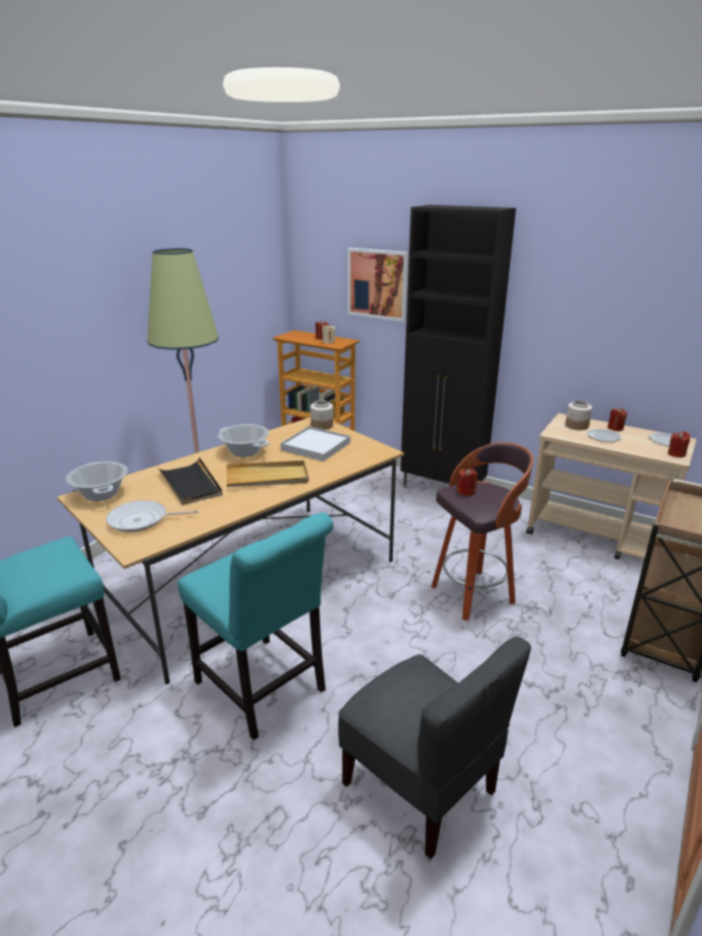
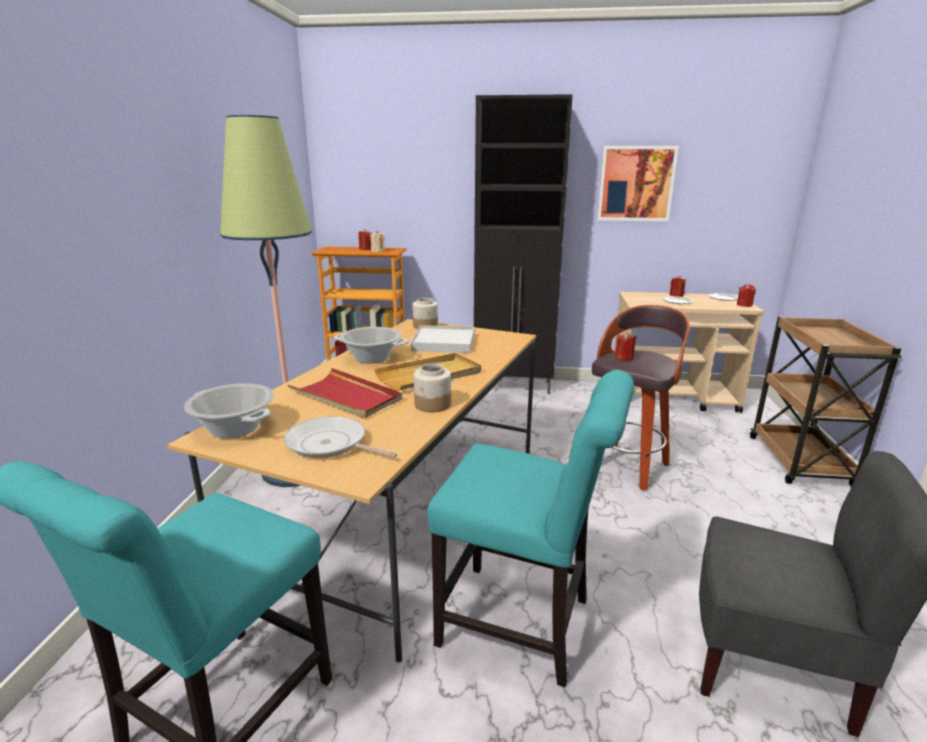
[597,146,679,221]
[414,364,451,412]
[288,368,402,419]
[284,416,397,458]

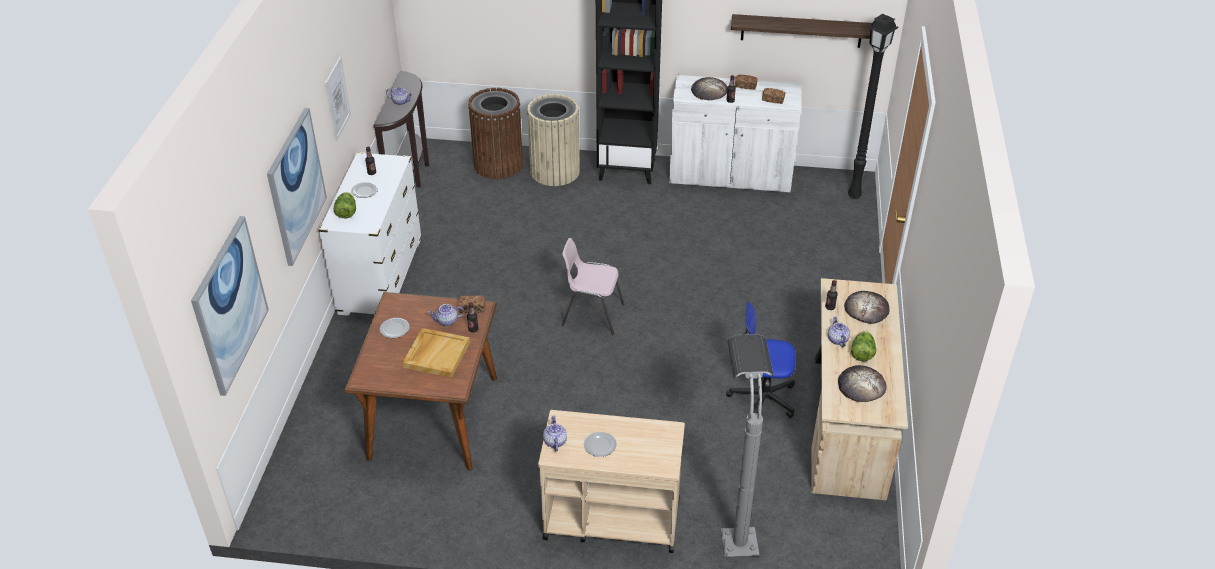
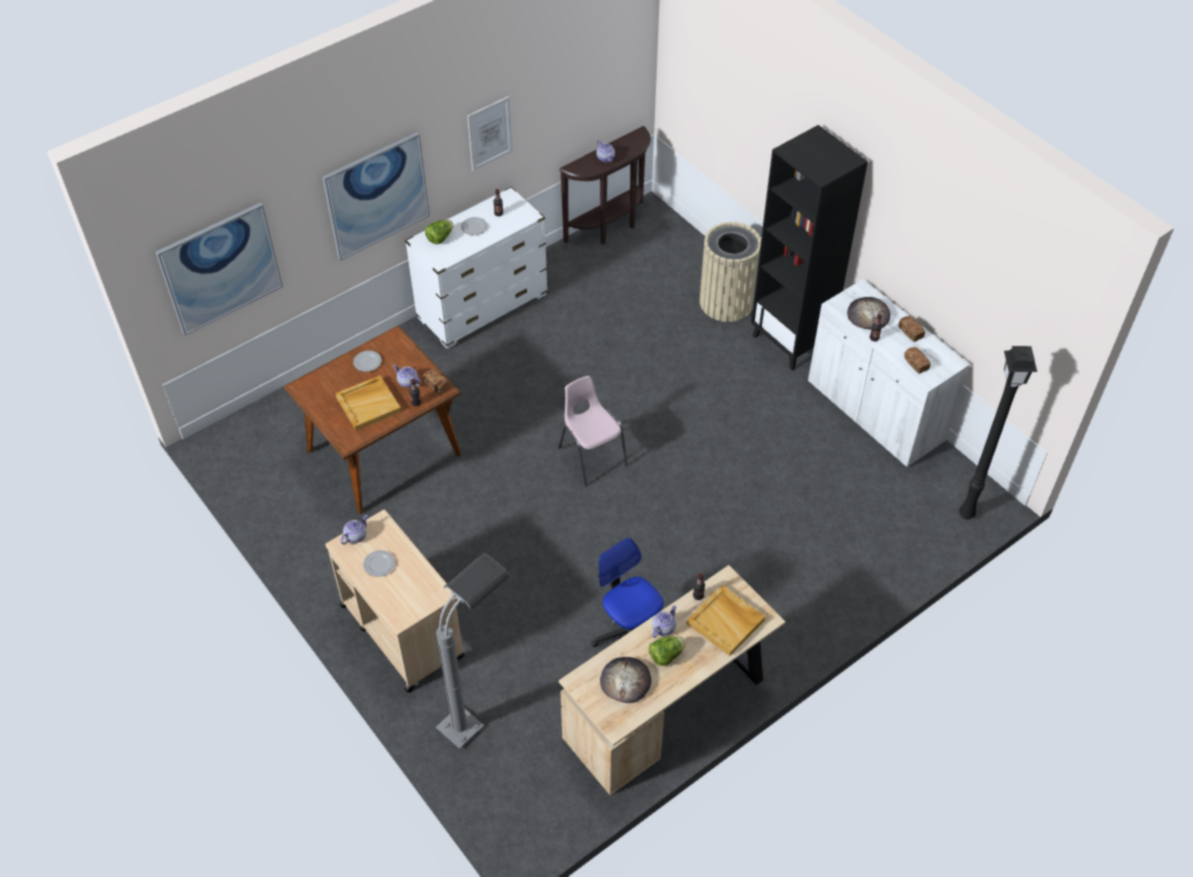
[731,14,872,48] (first image)
[468,88,523,179] (first image)
[687,585,765,656]

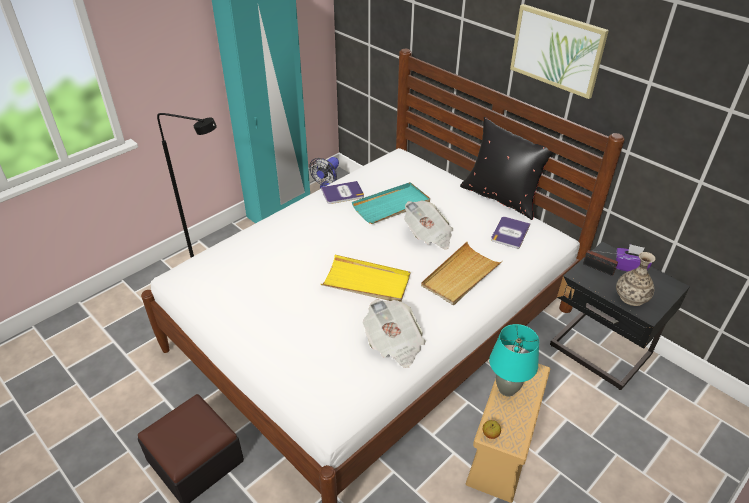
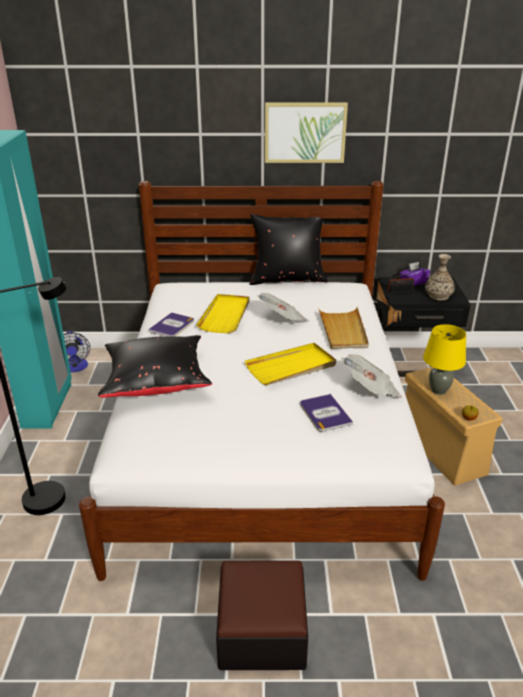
[196,294,249,333]
[300,394,353,432]
[423,324,466,395]
[98,335,212,397]

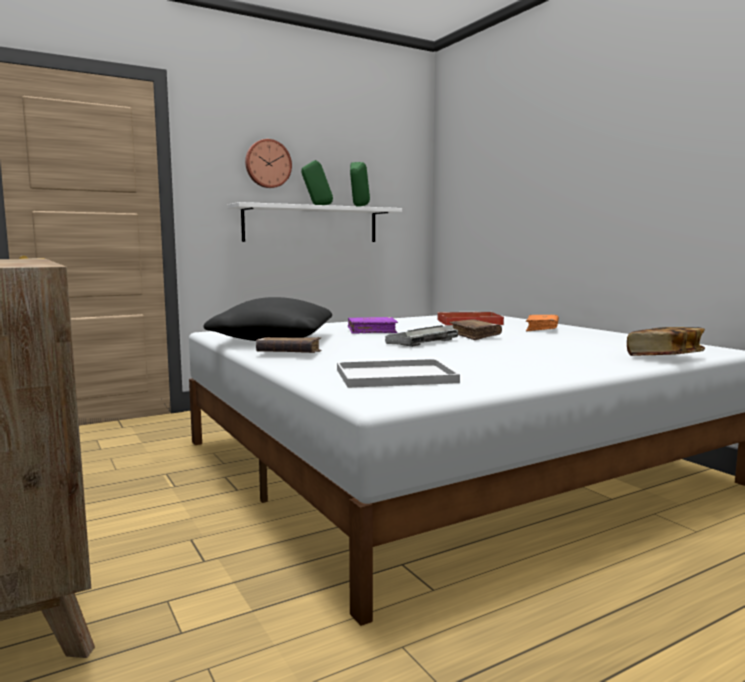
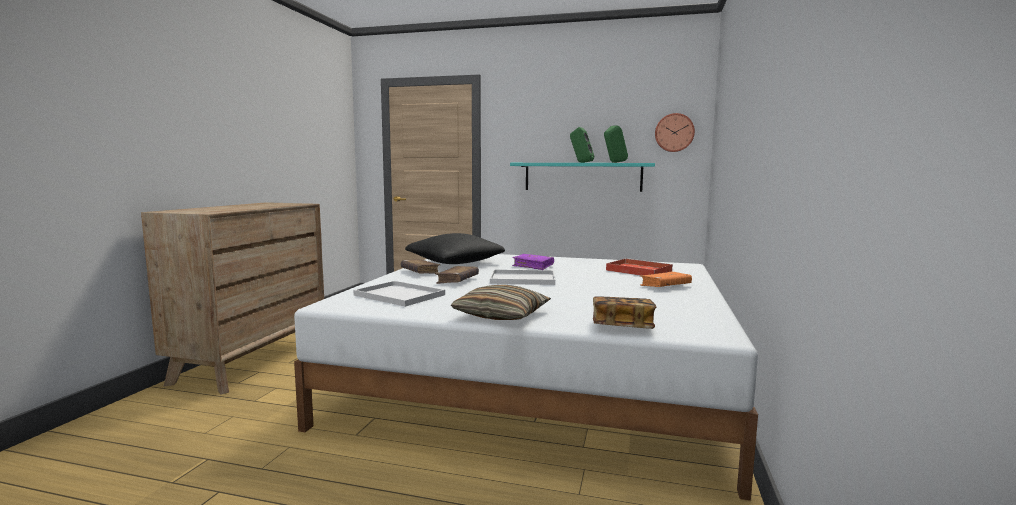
[655,113,695,152]
[510,163,655,192]
[435,266,479,284]
[490,269,555,285]
[451,284,551,320]

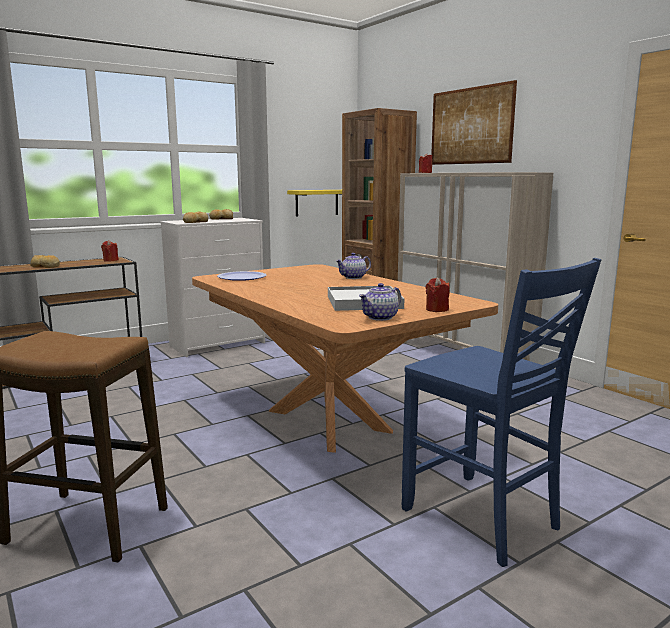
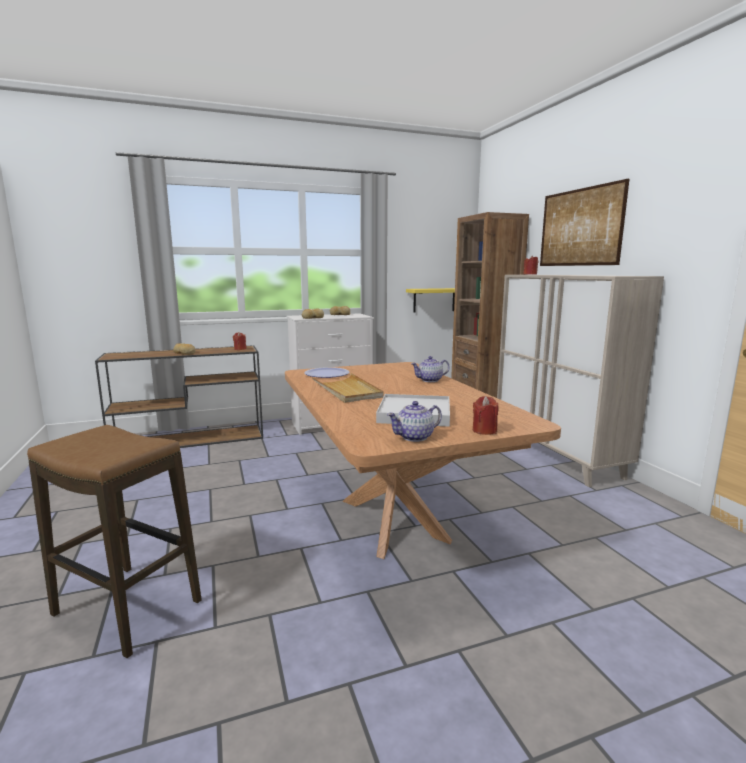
[402,258,601,567] (first image)
[312,373,384,403]

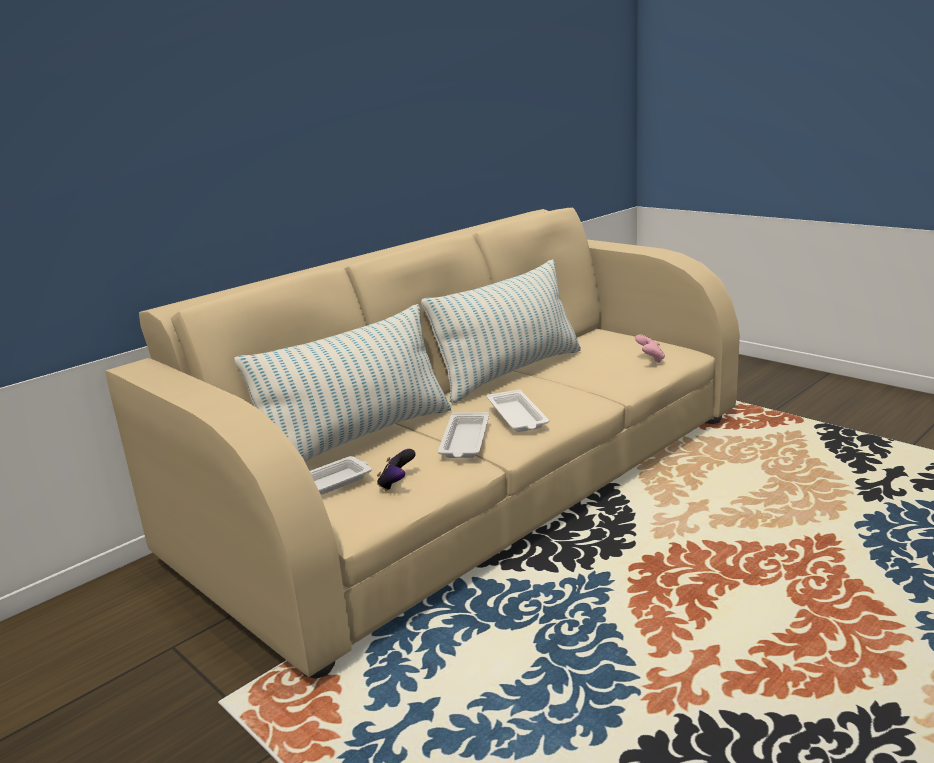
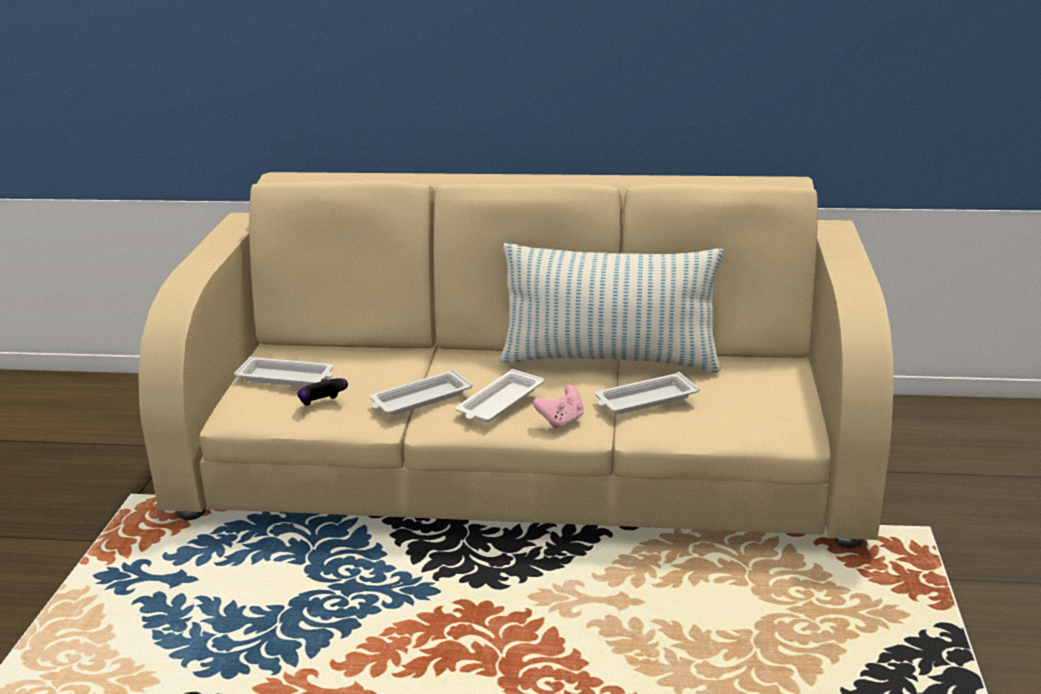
[234,304,451,462] (first image)
[533,384,584,429]
[595,372,699,414]

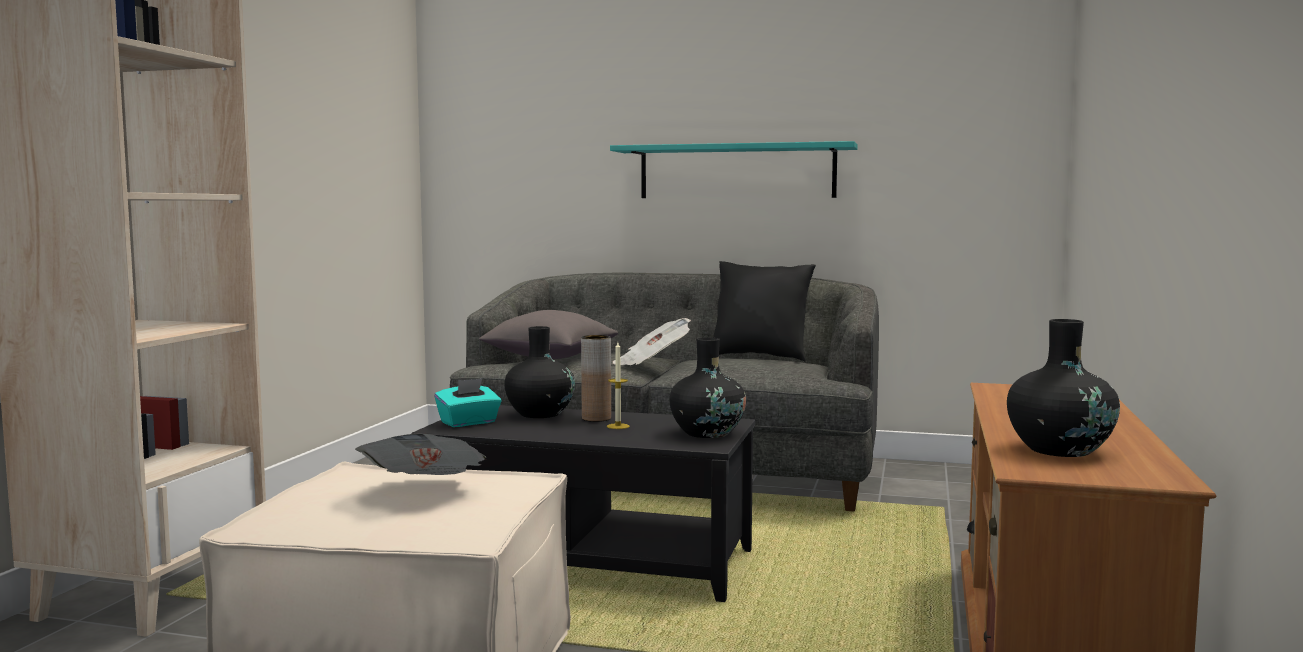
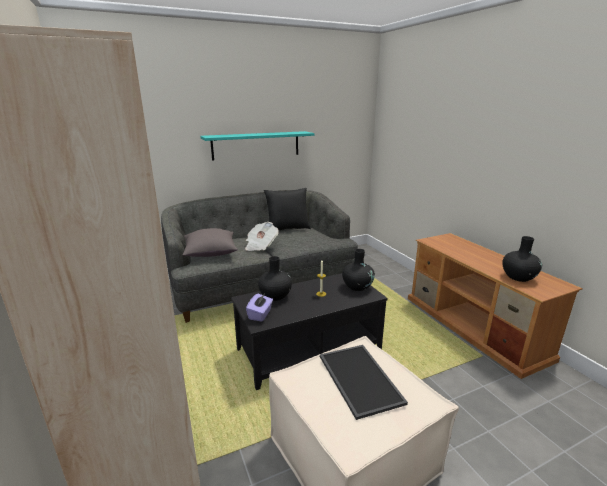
[581,335,611,422] (first image)
[246,293,273,322]
[320,345,408,420]

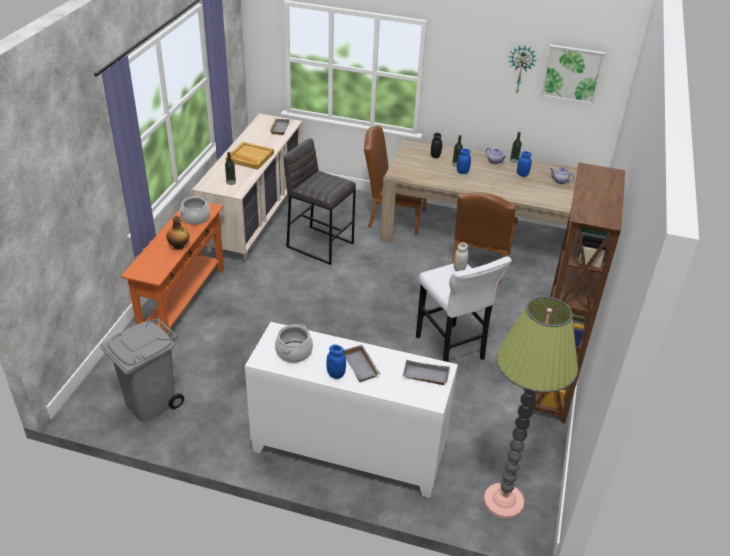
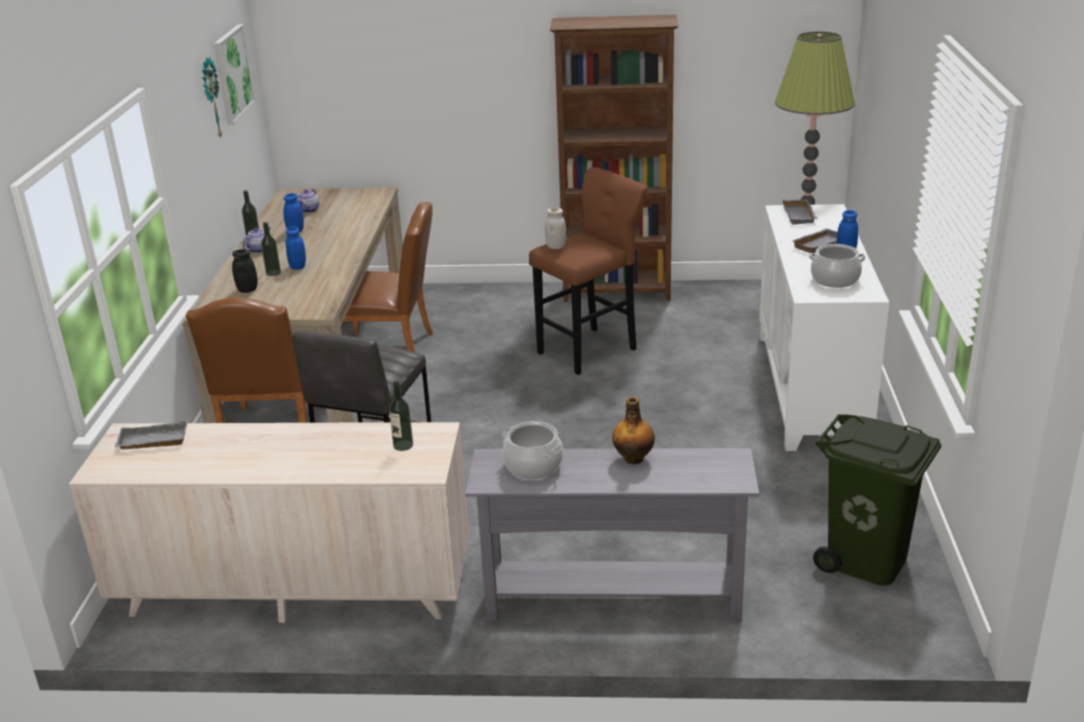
[226,142,274,170] (first image)
[465,448,759,623]
[529,167,648,375]
[813,414,941,586]

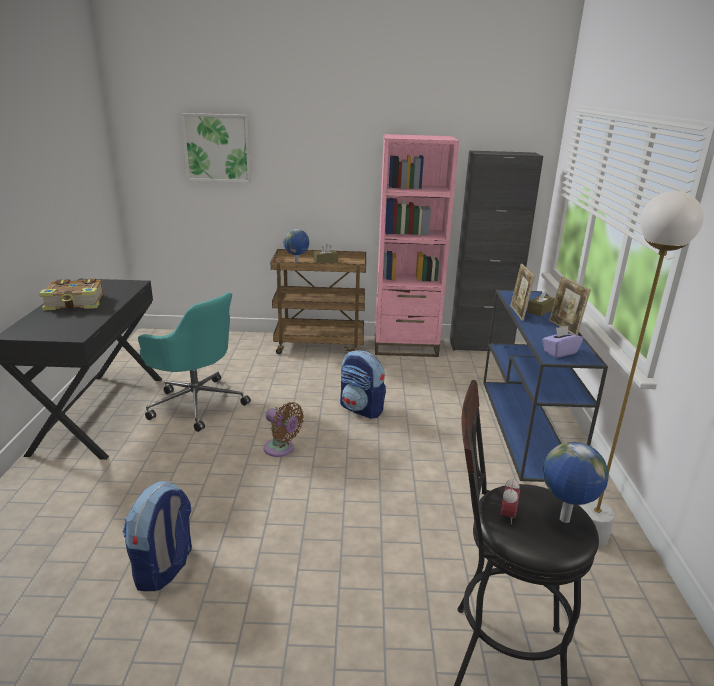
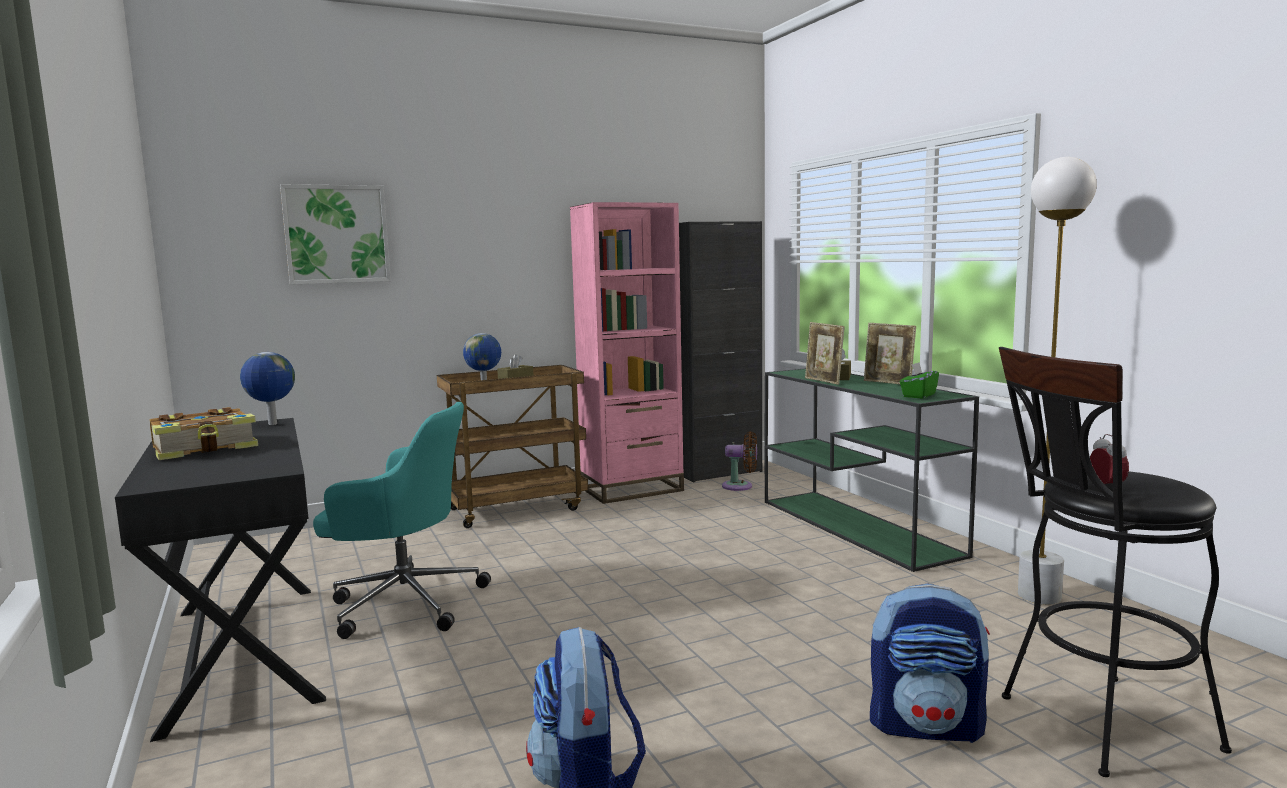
[764,368,979,572]
[900,362,939,399]
[870,584,990,743]
[722,431,757,491]
[240,352,295,425]

